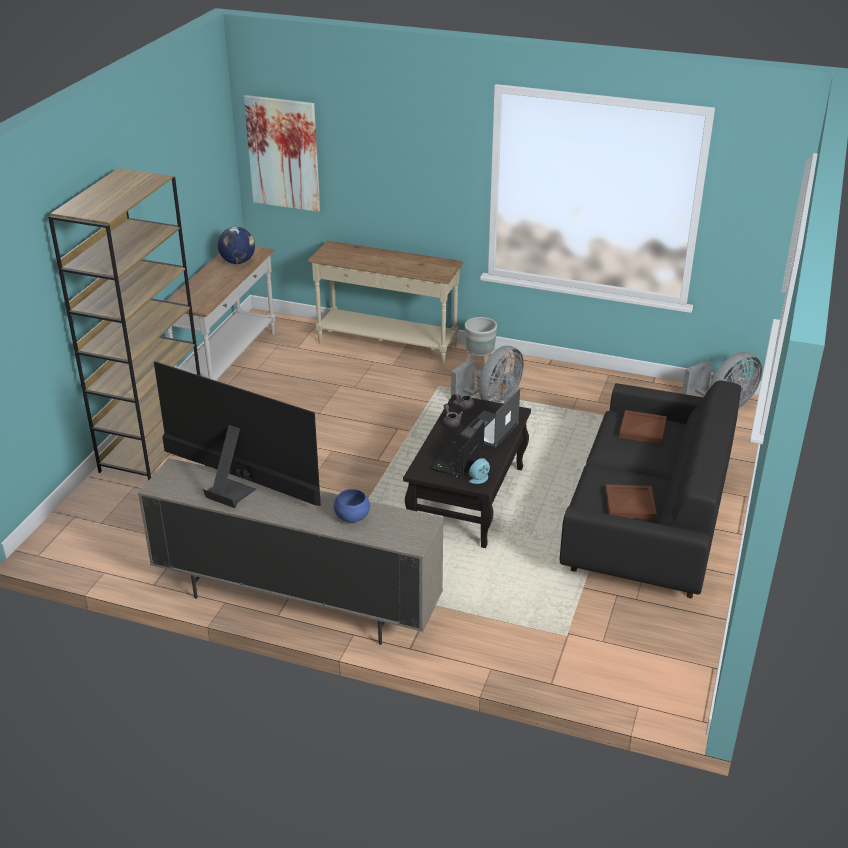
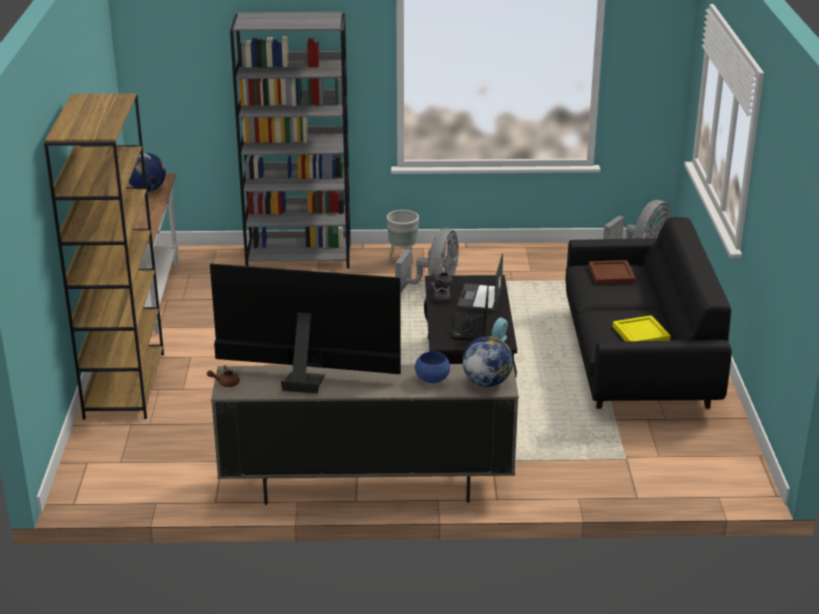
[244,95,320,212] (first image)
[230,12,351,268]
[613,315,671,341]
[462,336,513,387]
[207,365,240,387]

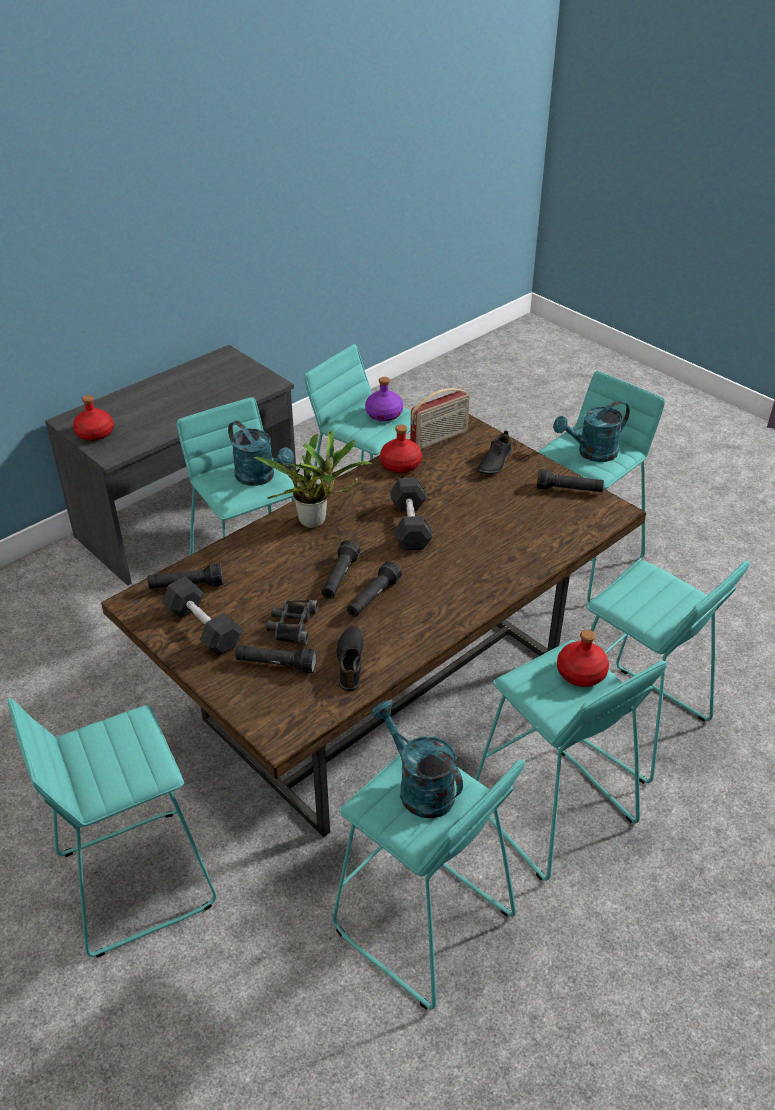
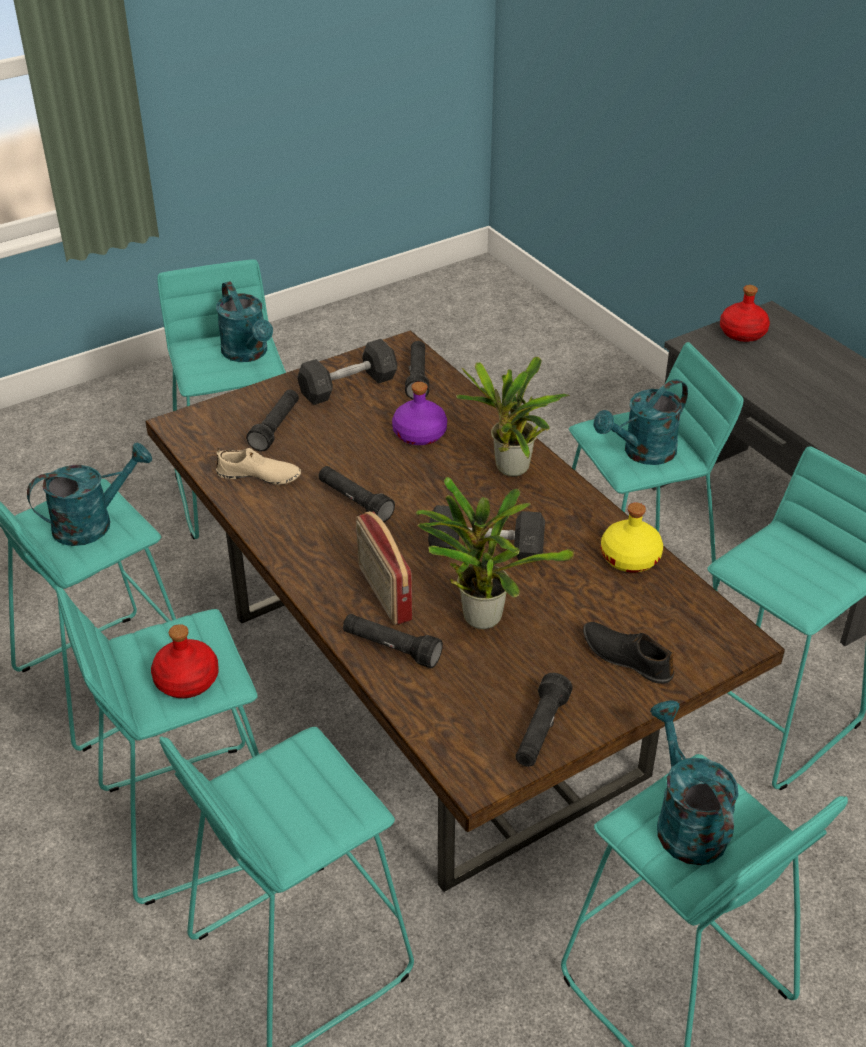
[392,382,447,445]
[356,511,412,625]
[601,503,663,572]
[343,614,443,669]
[266,600,318,646] (first image)
[216,448,301,485]
[216,281,273,362]
[416,477,575,629]

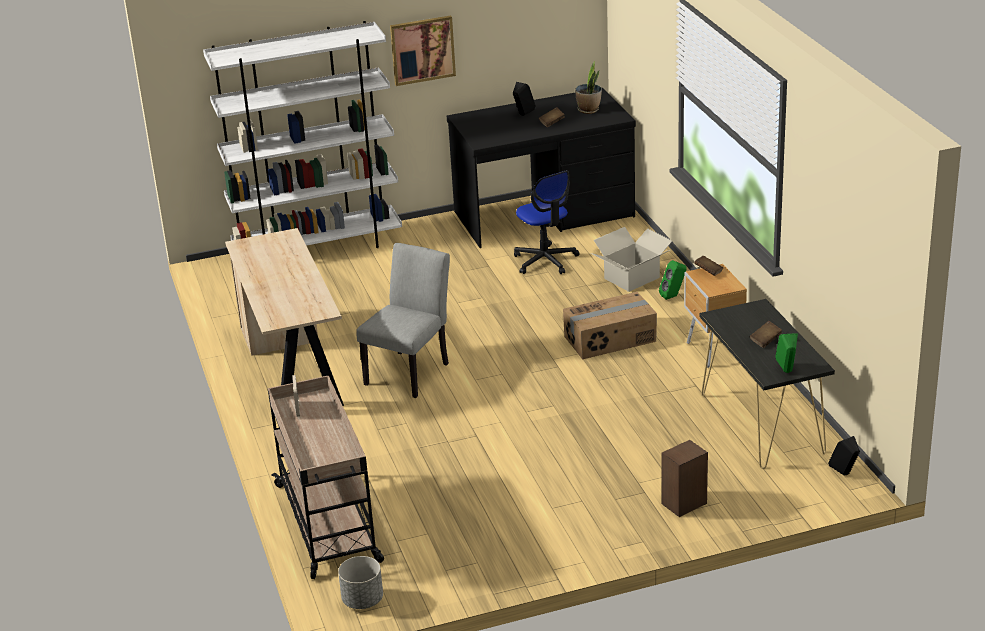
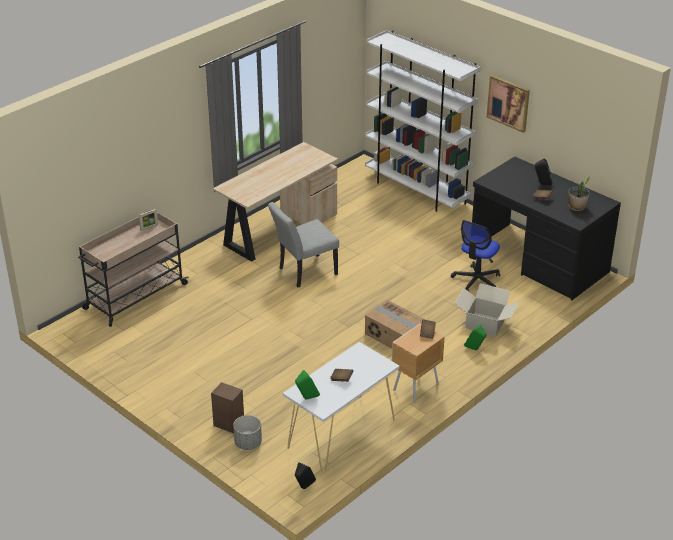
[268,202,339,287]
[283,342,400,472]
[233,415,262,450]

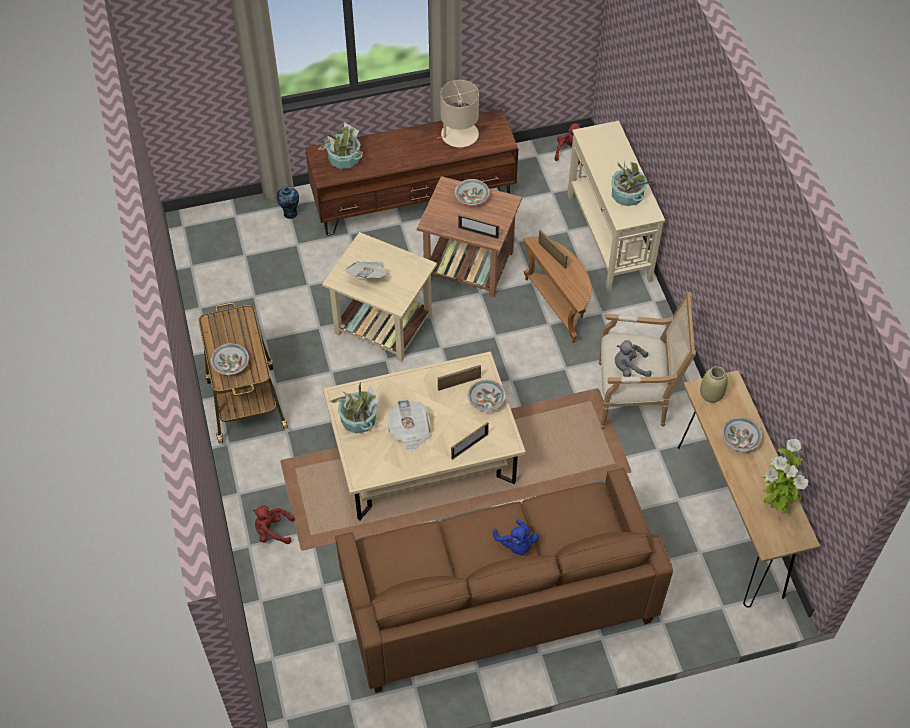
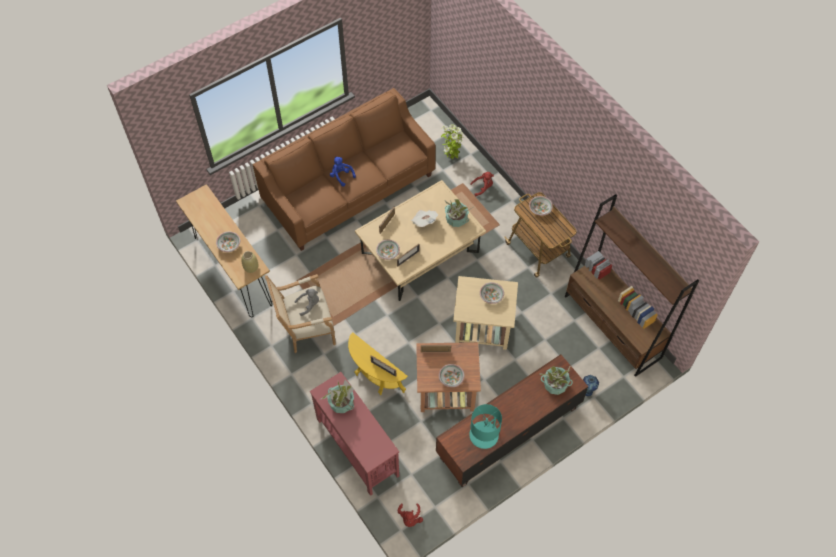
[469,404,502,449]
[310,372,399,496]
[348,332,408,395]
[480,282,504,304]
[441,124,463,159]
[565,194,699,377]

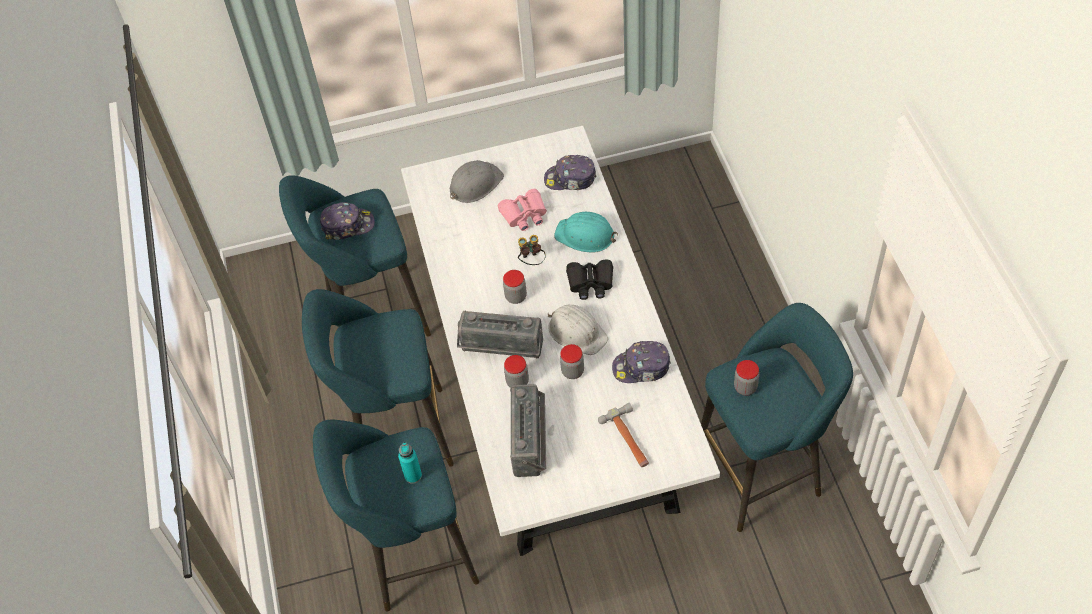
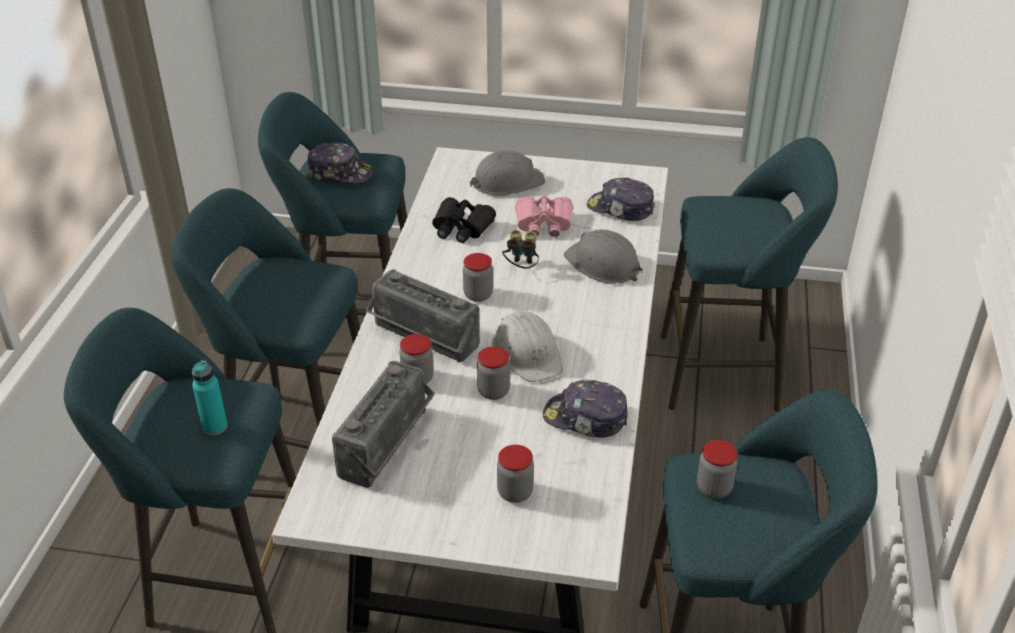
[564,229,643,284]
[432,197,496,243]
[497,445,534,503]
[661,137,838,412]

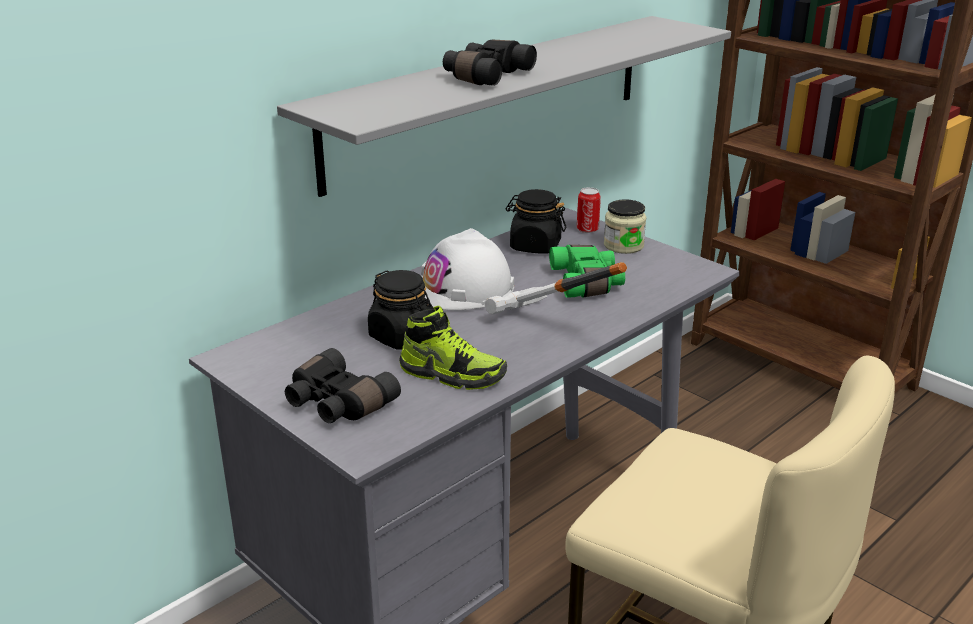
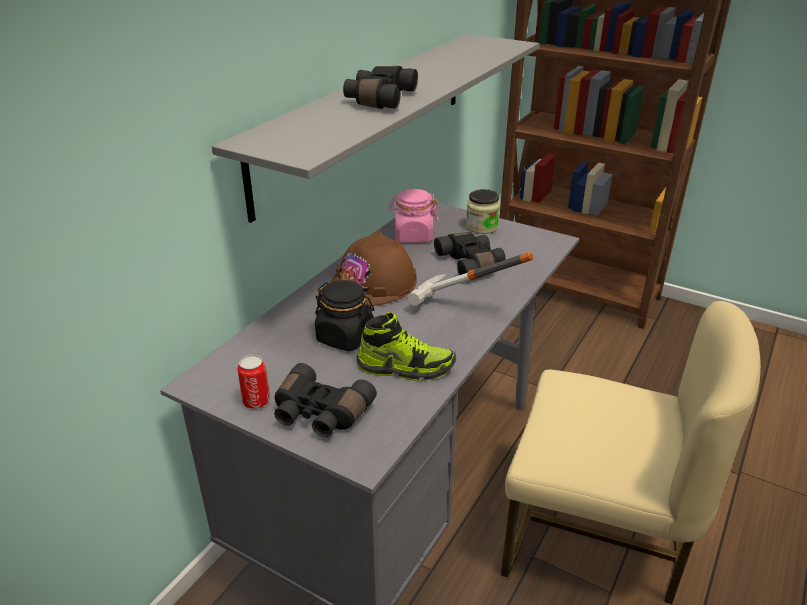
[238,355,270,409]
[388,189,439,243]
[331,232,417,306]
[434,232,505,275]

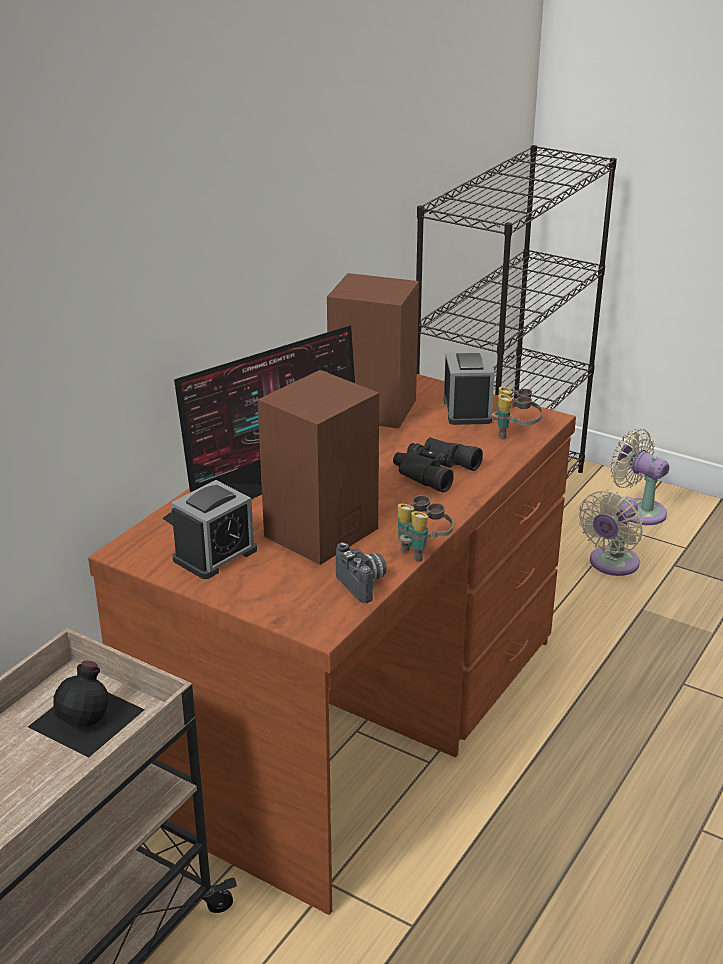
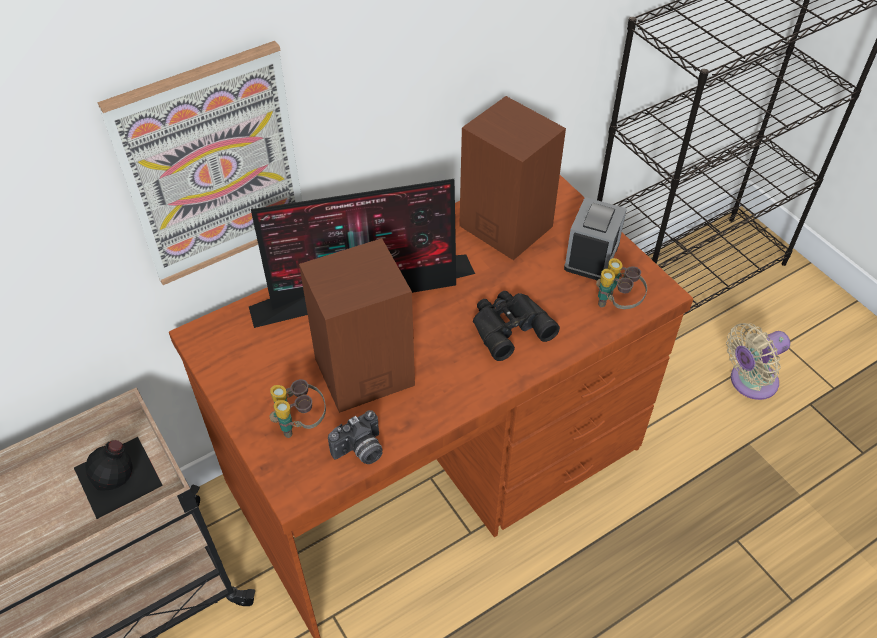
[610,428,669,525] (first image)
[171,480,257,579] (first image)
[270,379,326,438]
[328,410,383,464]
[97,41,302,285]

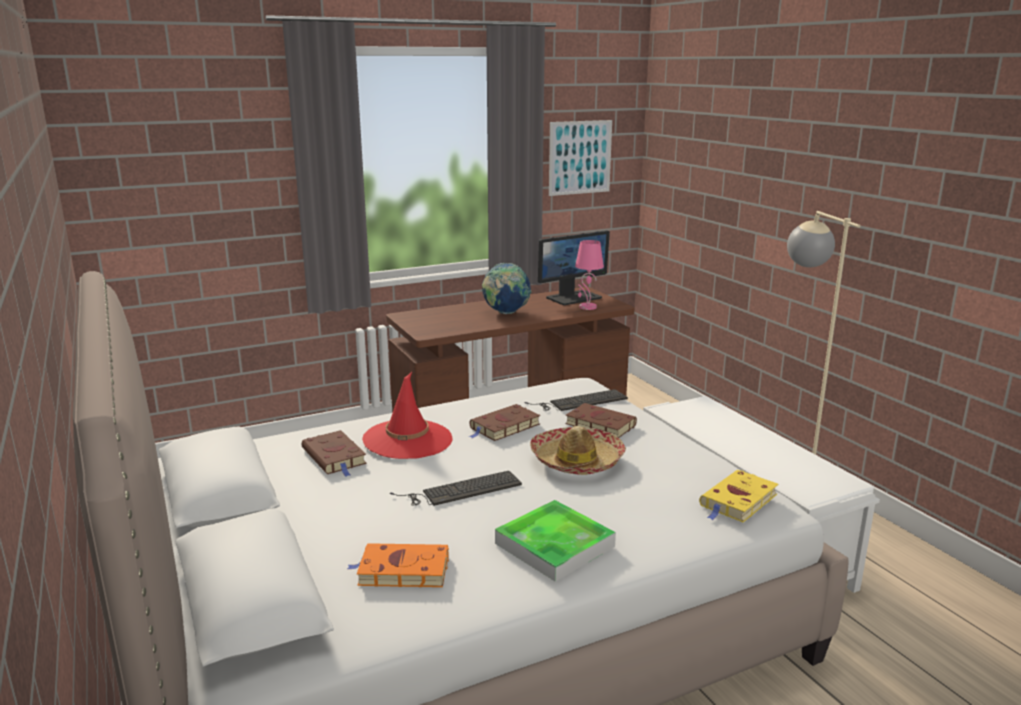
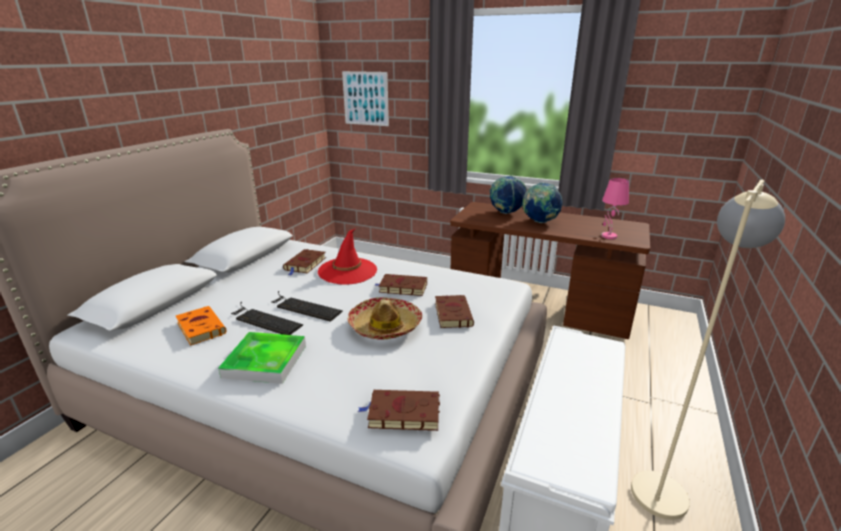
[342,71,389,126]
[538,230,610,305] (first image)
[231,302,303,335]
[357,390,440,431]
[489,176,527,214]

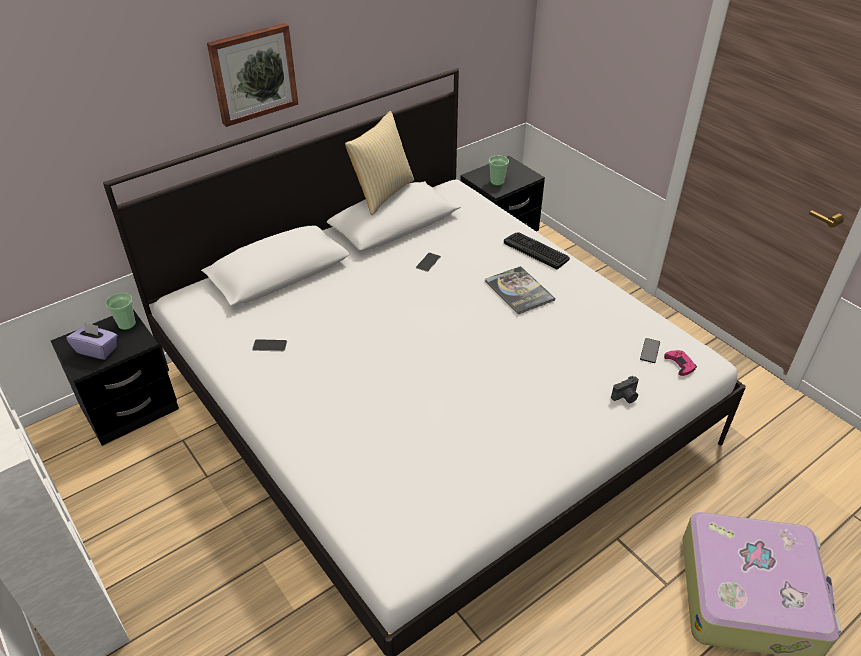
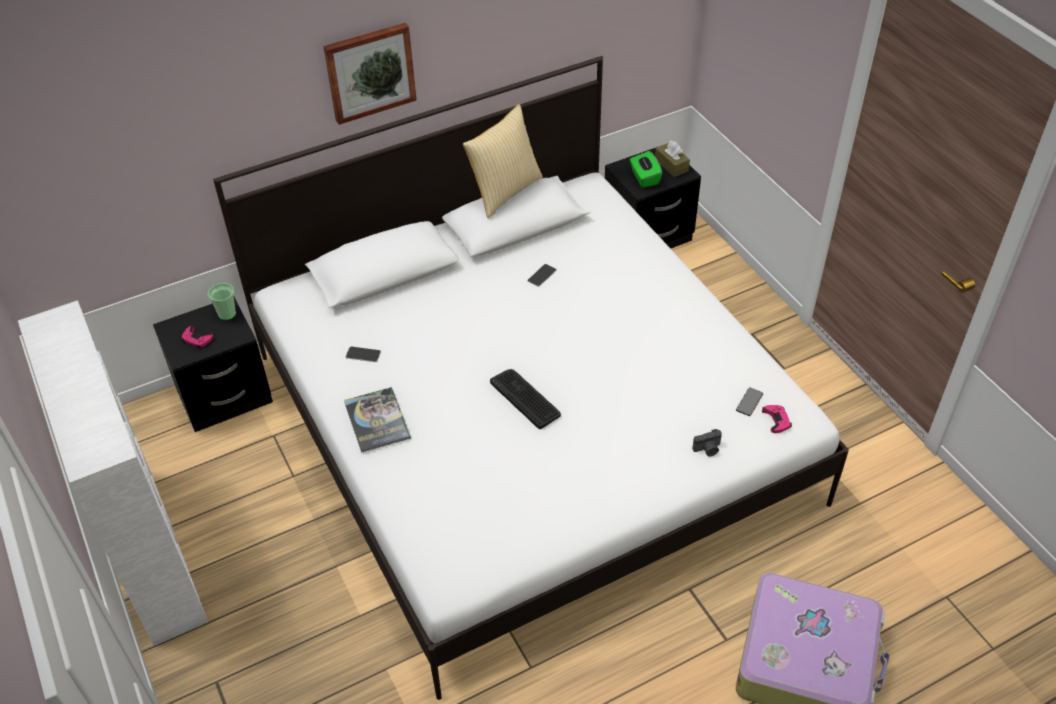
[630,151,662,188]
[490,369,561,429]
[344,387,411,453]
[181,326,214,348]
[655,140,690,177]

